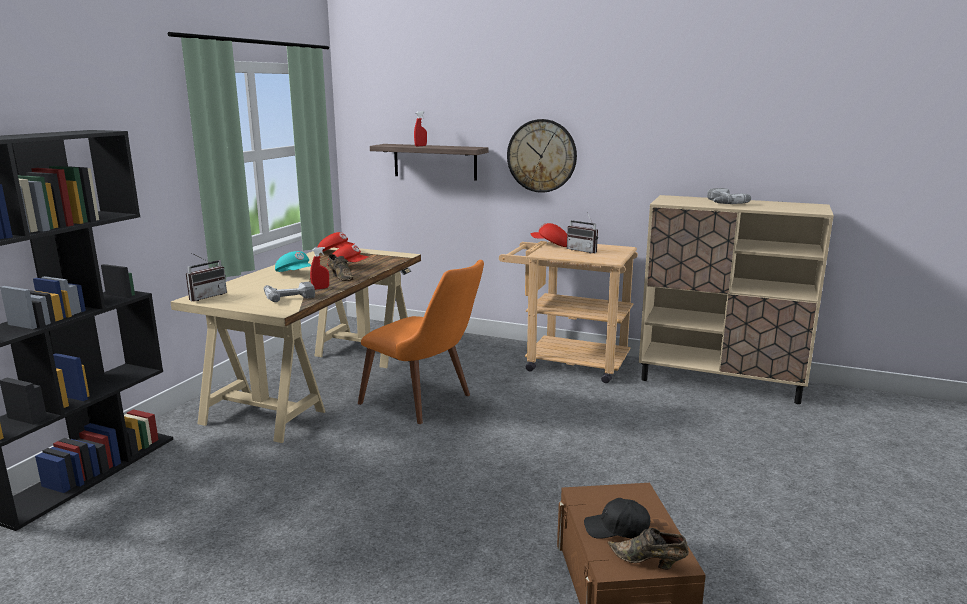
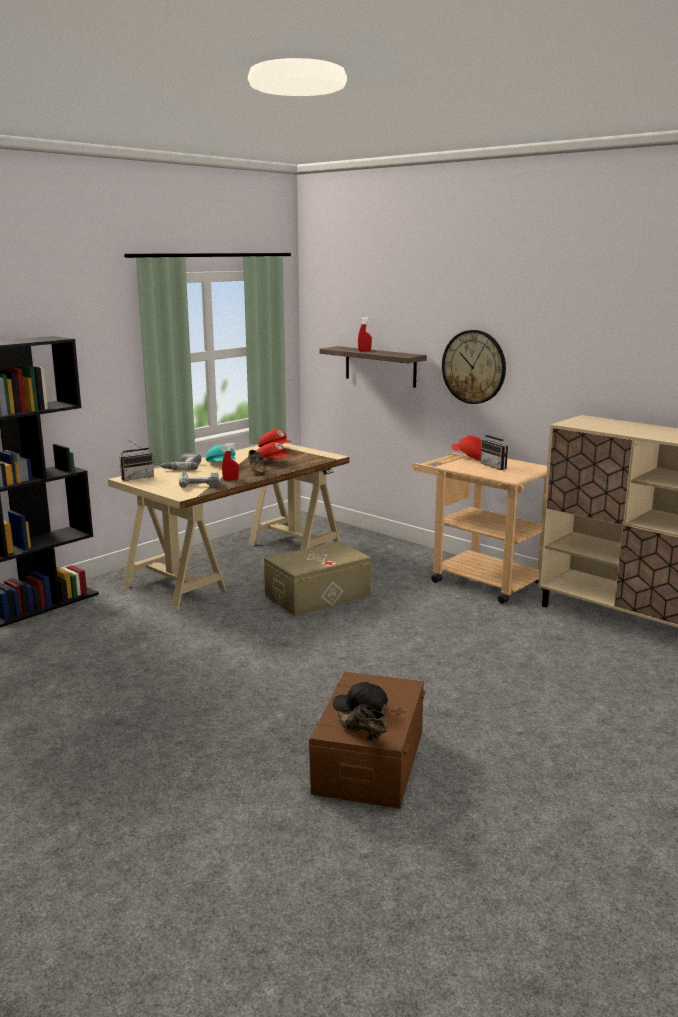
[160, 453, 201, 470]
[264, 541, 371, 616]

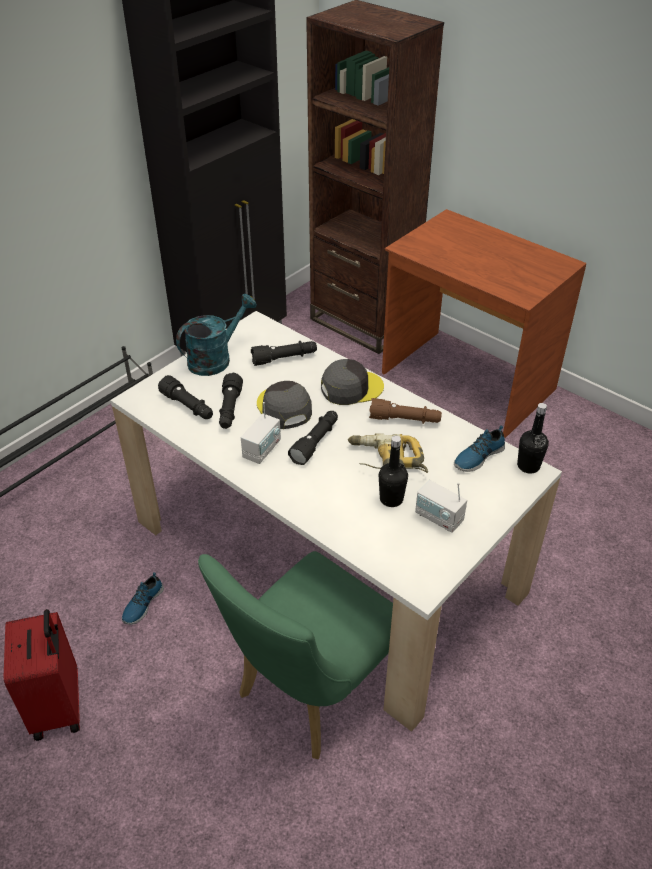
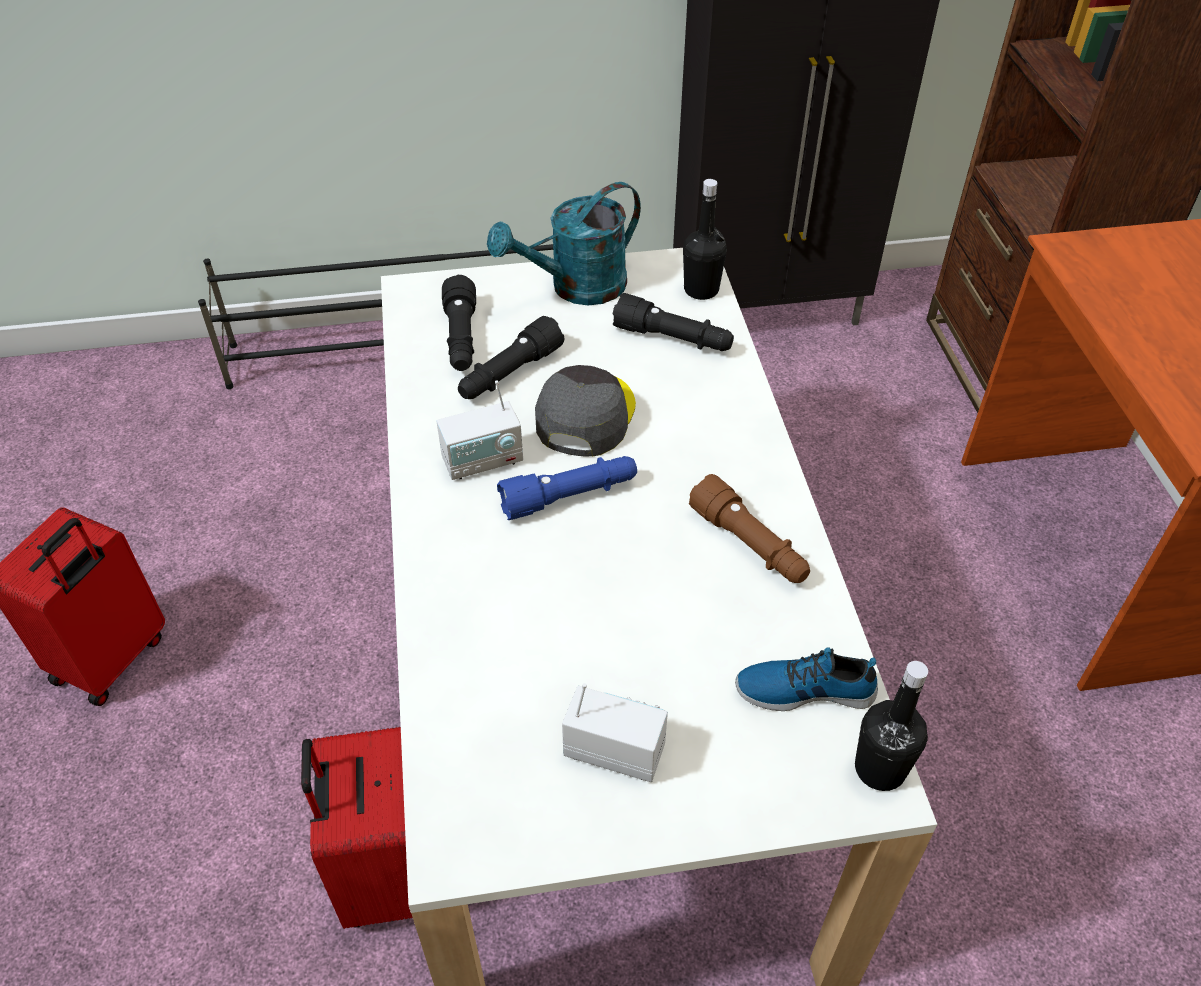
[122, 572, 164, 625] (first image)
[321, 359, 384, 405] (first image)
[348, 433, 428, 473] (first image)
[683, 179, 727, 300]
[301, 727, 412, 929]
[497, 456, 637, 520]
[487, 182, 641, 305]
[562, 683, 668, 782]

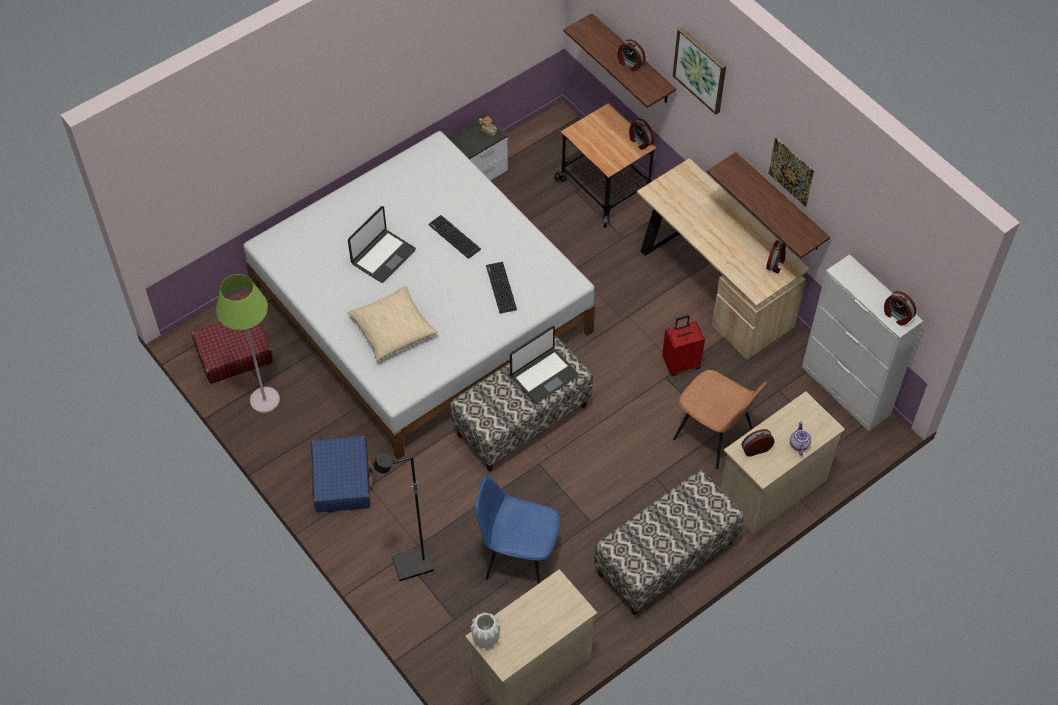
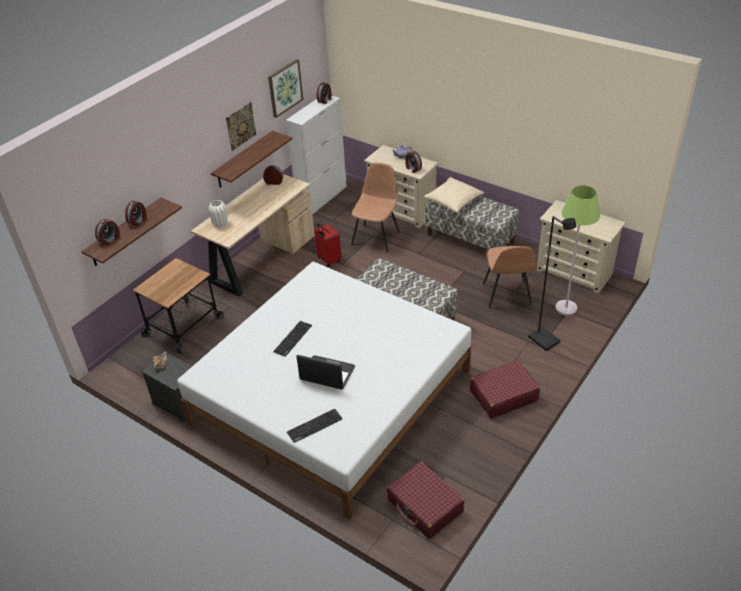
[510, 326, 579, 404] (first image)
[555, 185, 600, 316]
[423, 177, 484, 213]
[208, 200, 228, 227]
[287, 409, 343, 443]
[95, 219, 120, 246]
[268, 59, 303, 118]
[470, 360, 540, 418]
[483, 246, 535, 308]

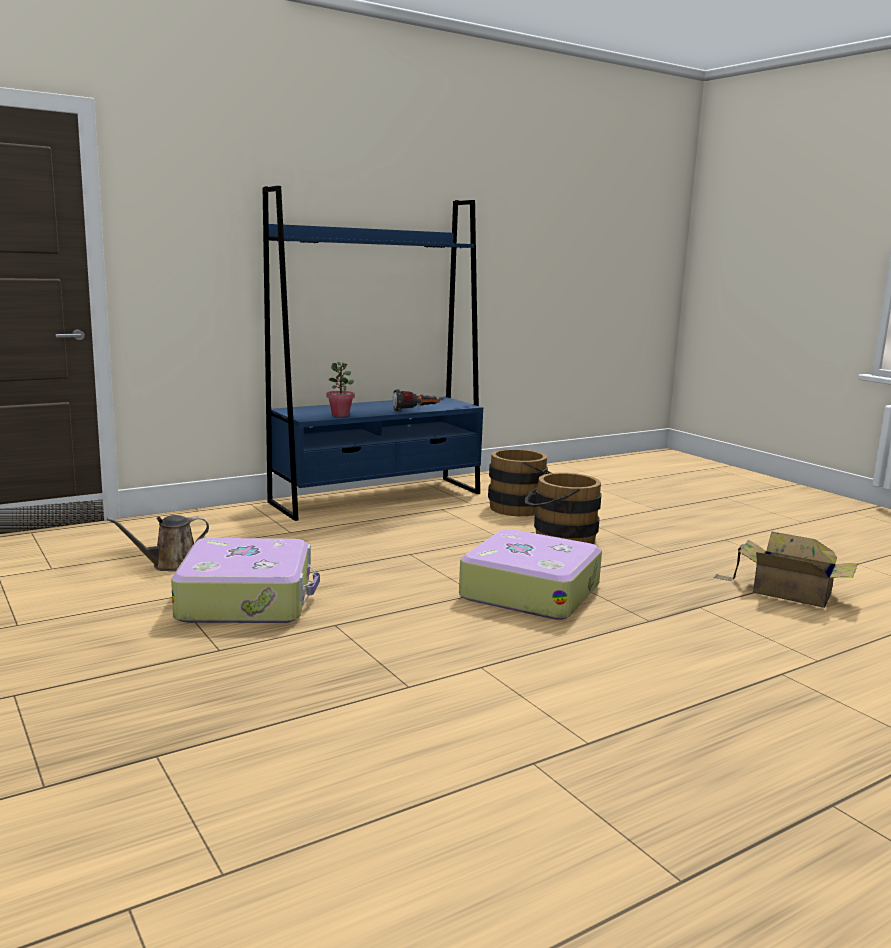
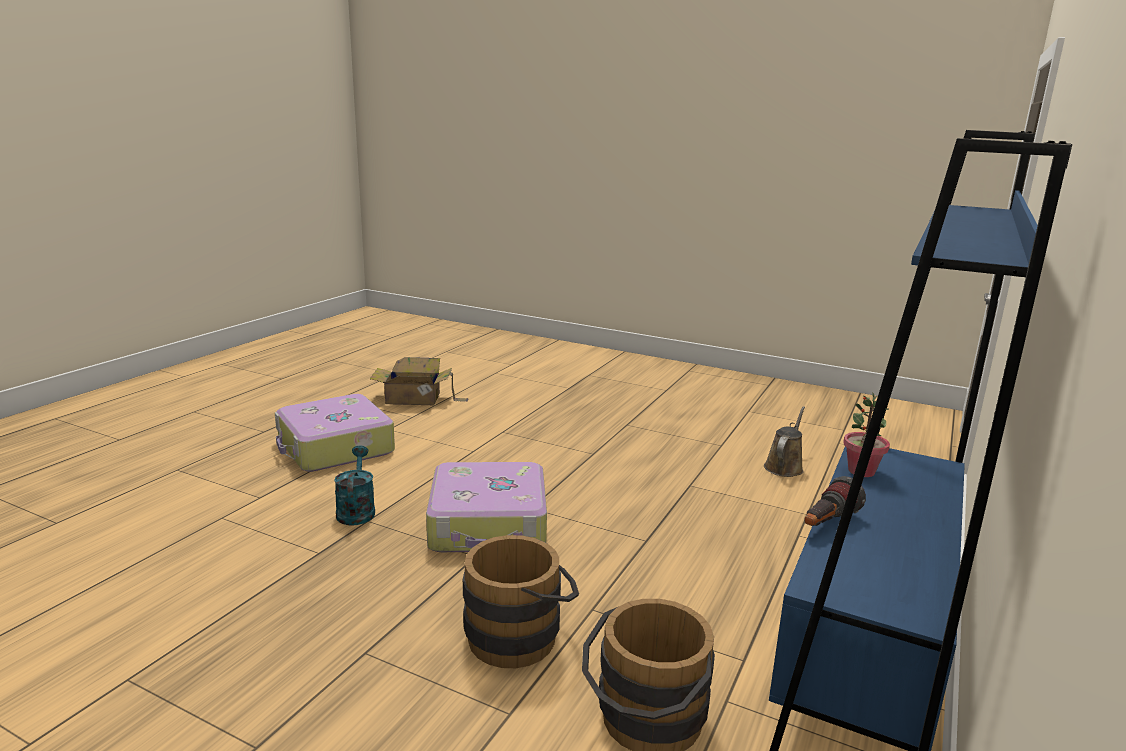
[334, 445, 375, 525]
[275, 394, 395, 472]
[370, 357, 469, 405]

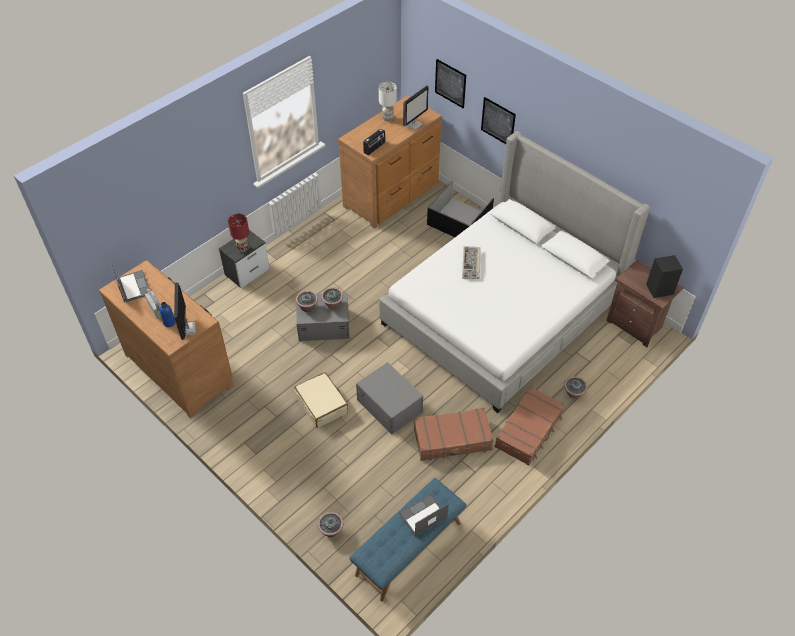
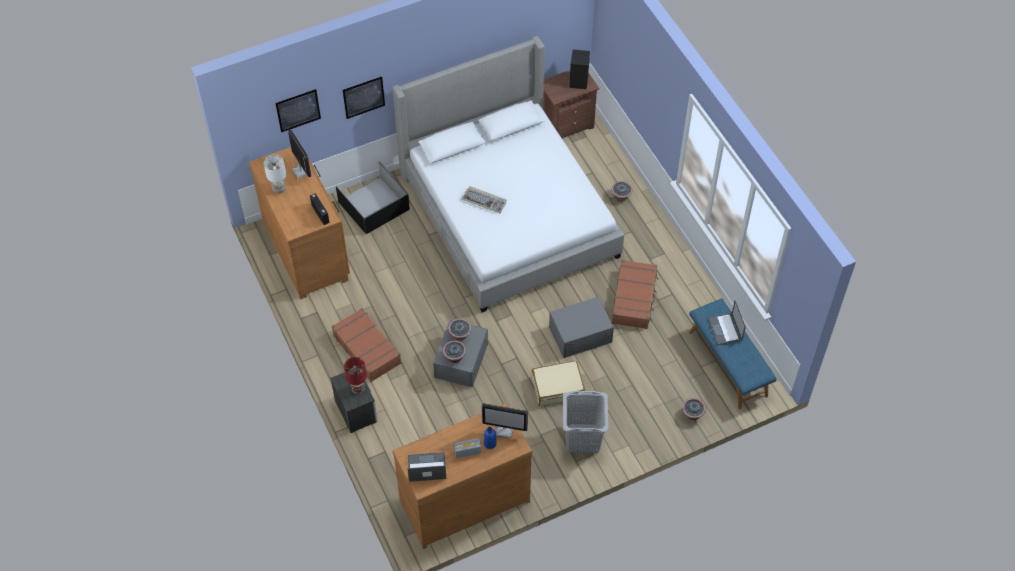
[563, 391, 608, 453]
[332, 308, 401, 382]

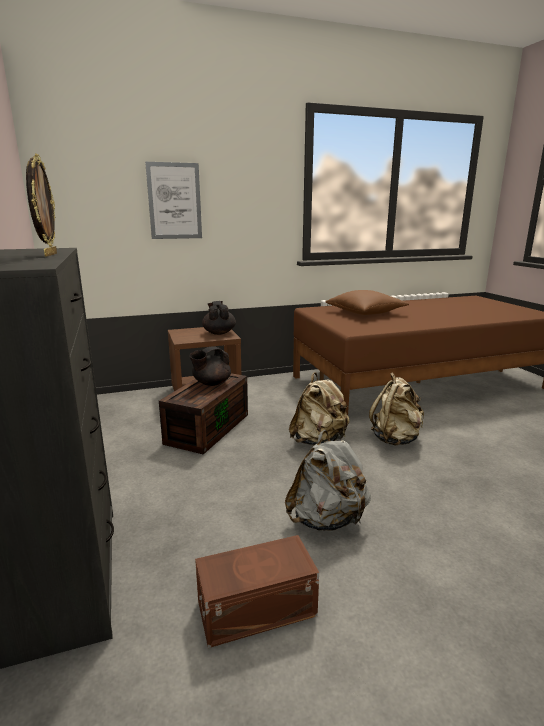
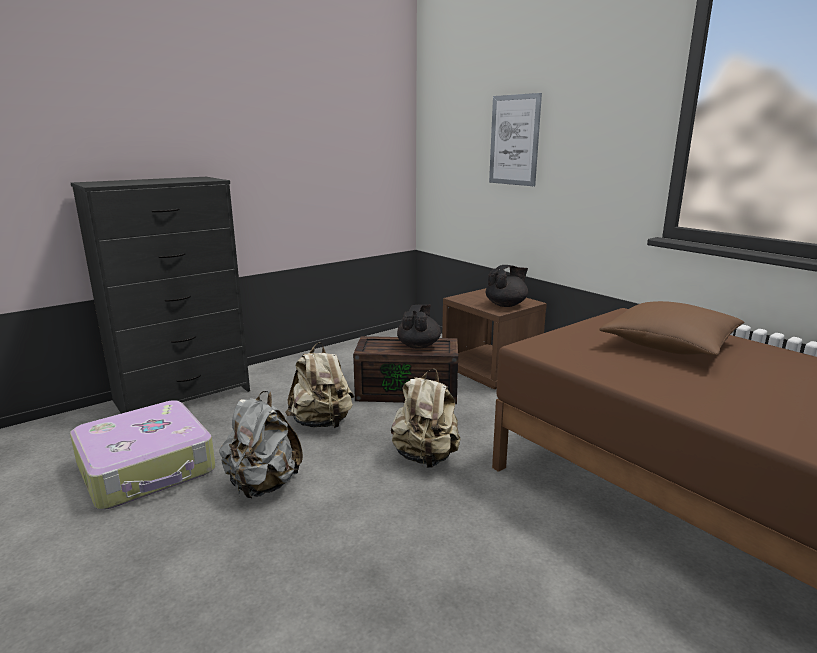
[26, 154, 57, 257] (first image)
[285, 342, 354, 428]
[70, 400, 216, 509]
[397, 304, 441, 349]

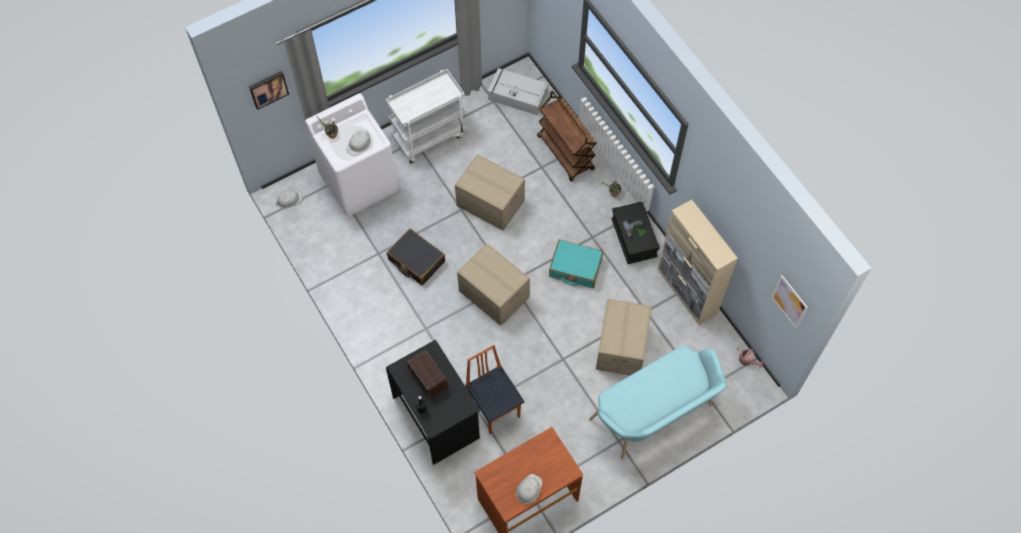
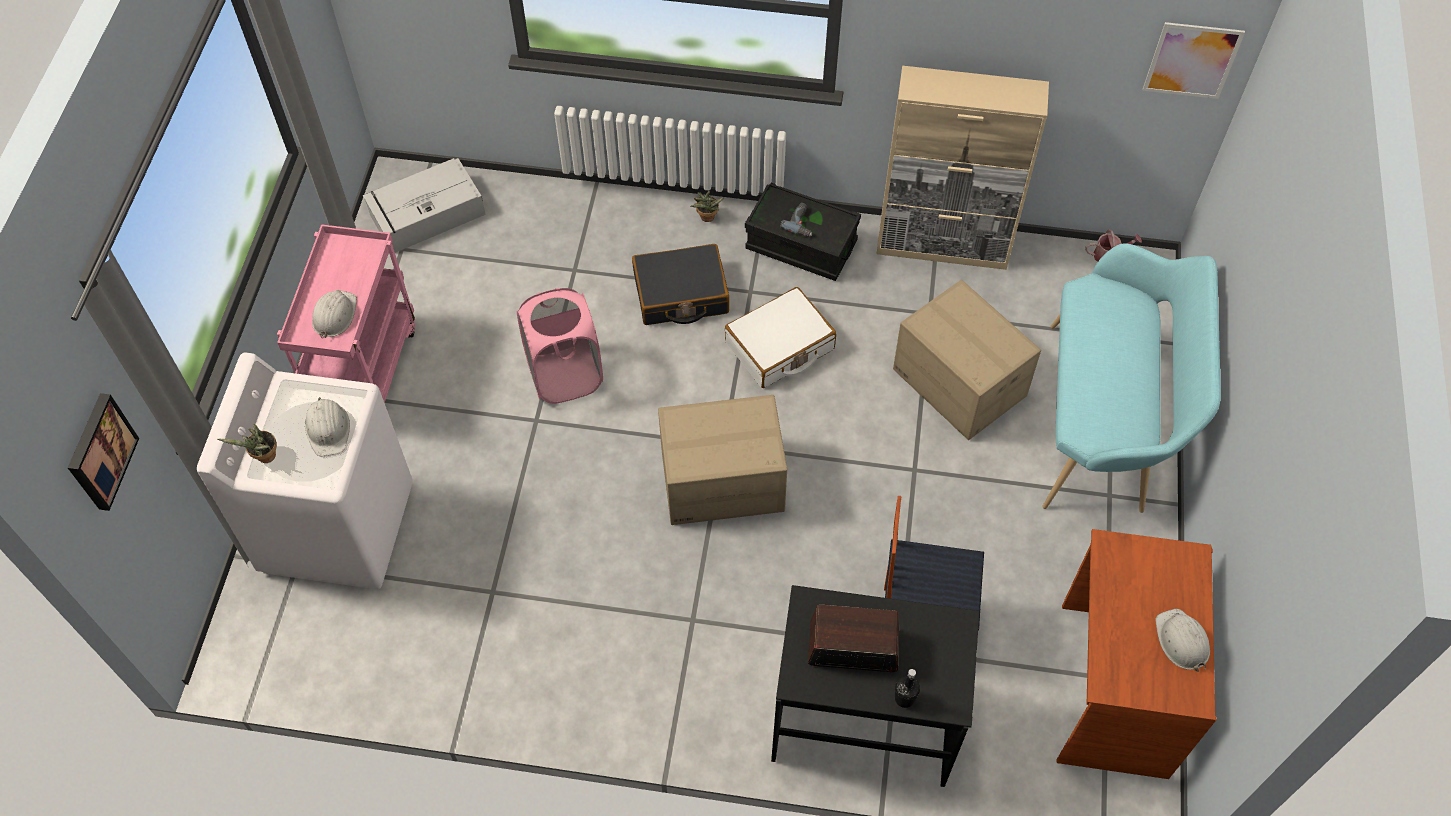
[537, 91, 597, 182] (first image)
[312, 290, 357, 339]
[632, 244, 729, 325]
[517, 288, 603, 404]
[277, 224, 415, 403]
[725, 287, 836, 388]

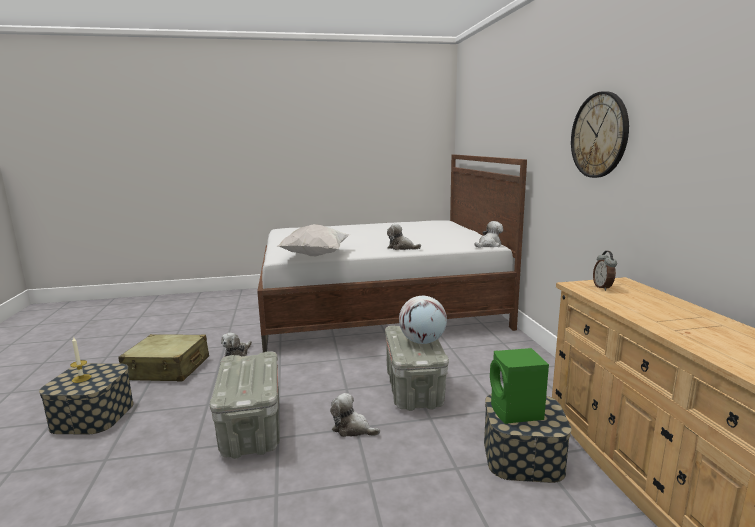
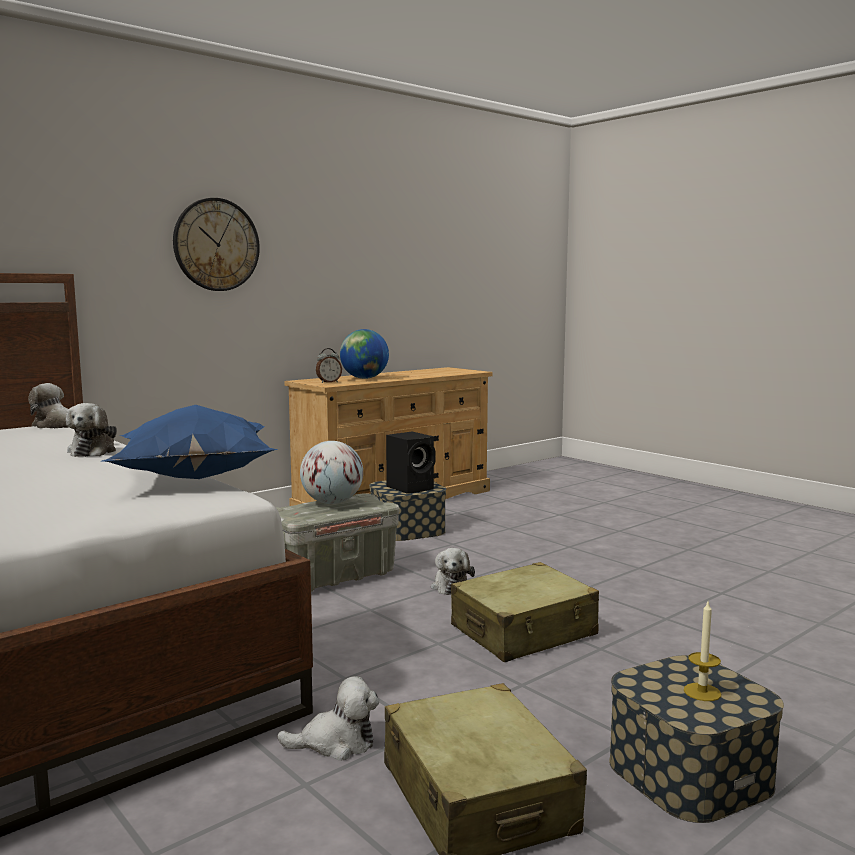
[340, 329, 389, 379]
[451, 562, 599, 662]
[101, 405, 278, 479]
[386, 432, 435, 494]

